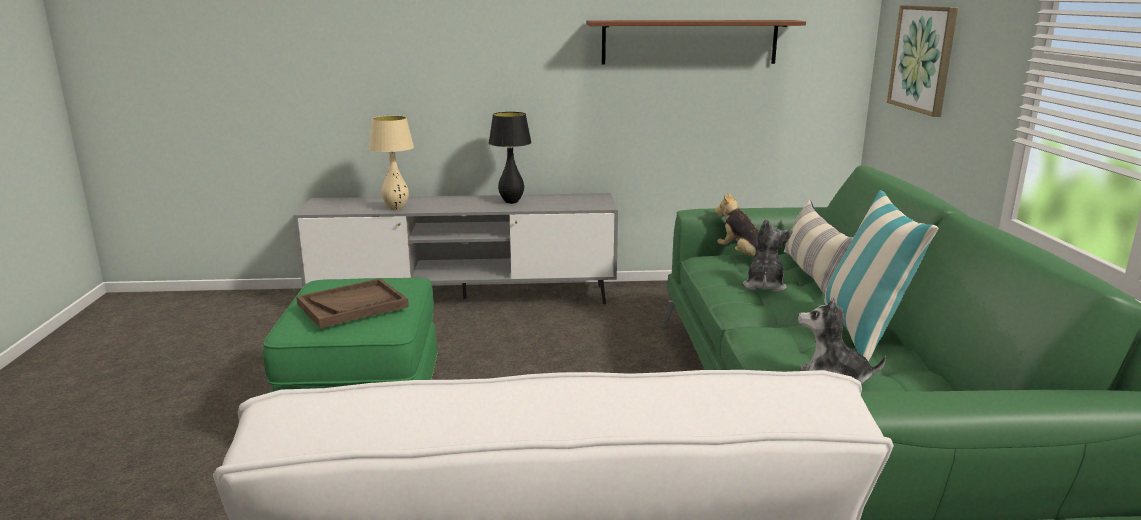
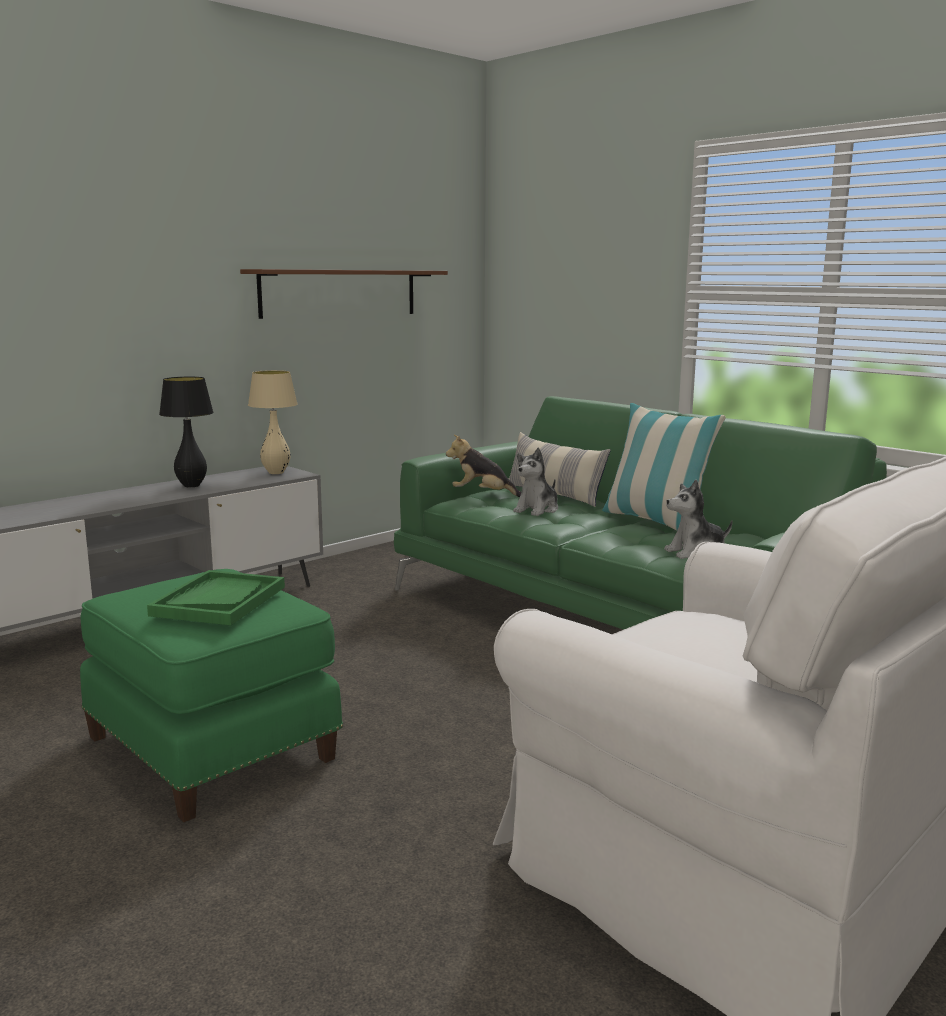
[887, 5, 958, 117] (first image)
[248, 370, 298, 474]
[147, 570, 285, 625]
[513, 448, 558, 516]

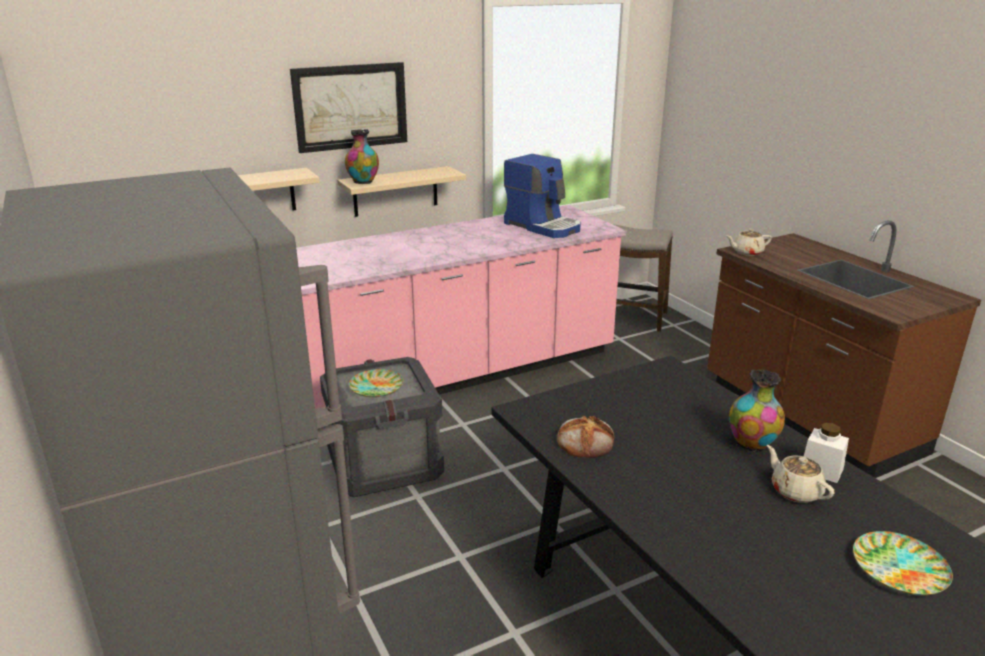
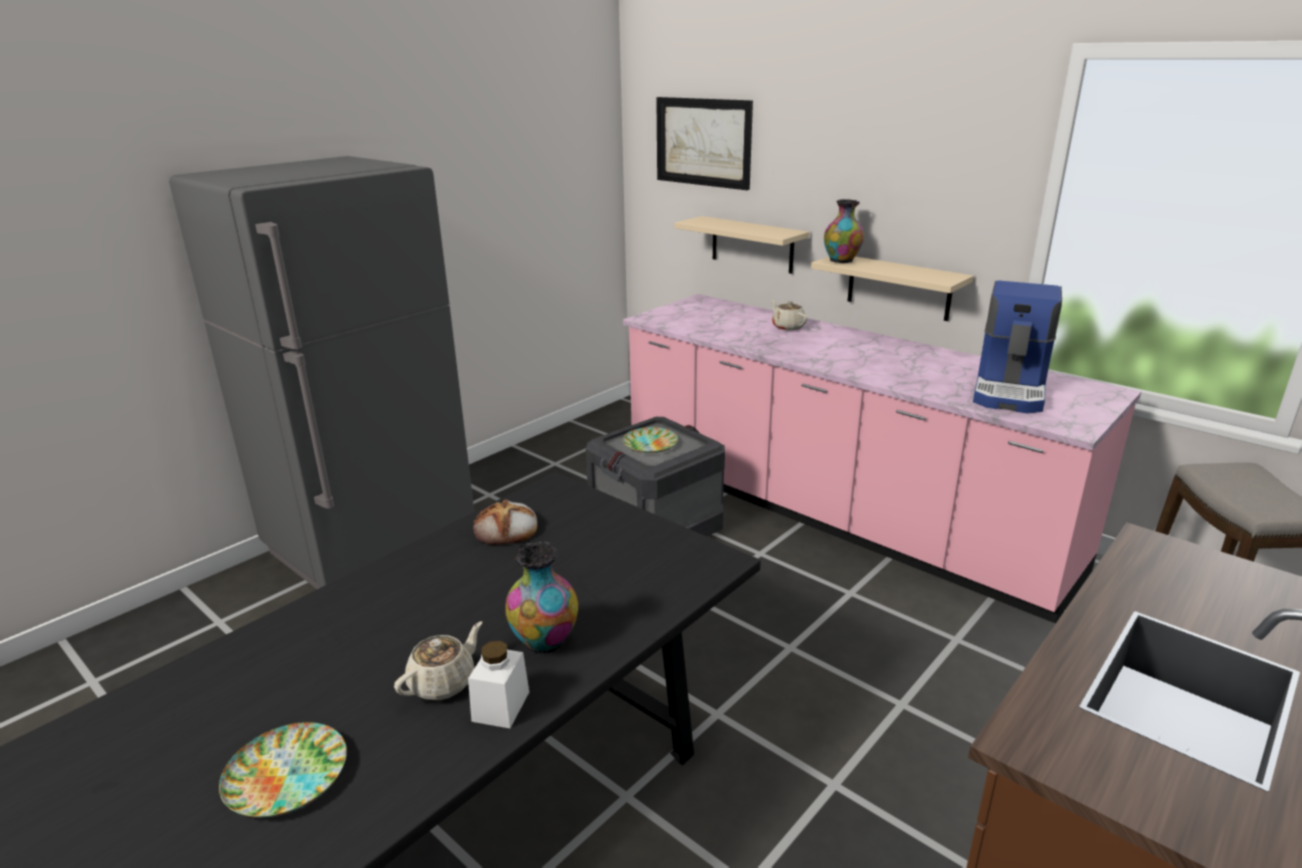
[656, 97, 753, 190]
[771, 300, 807, 330]

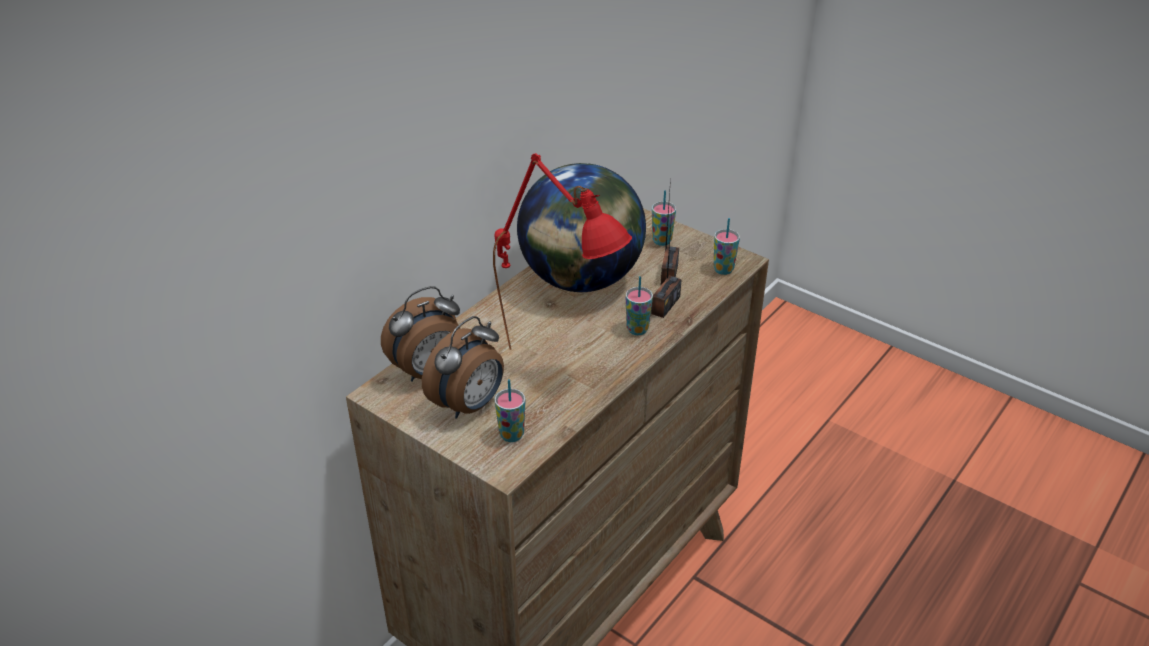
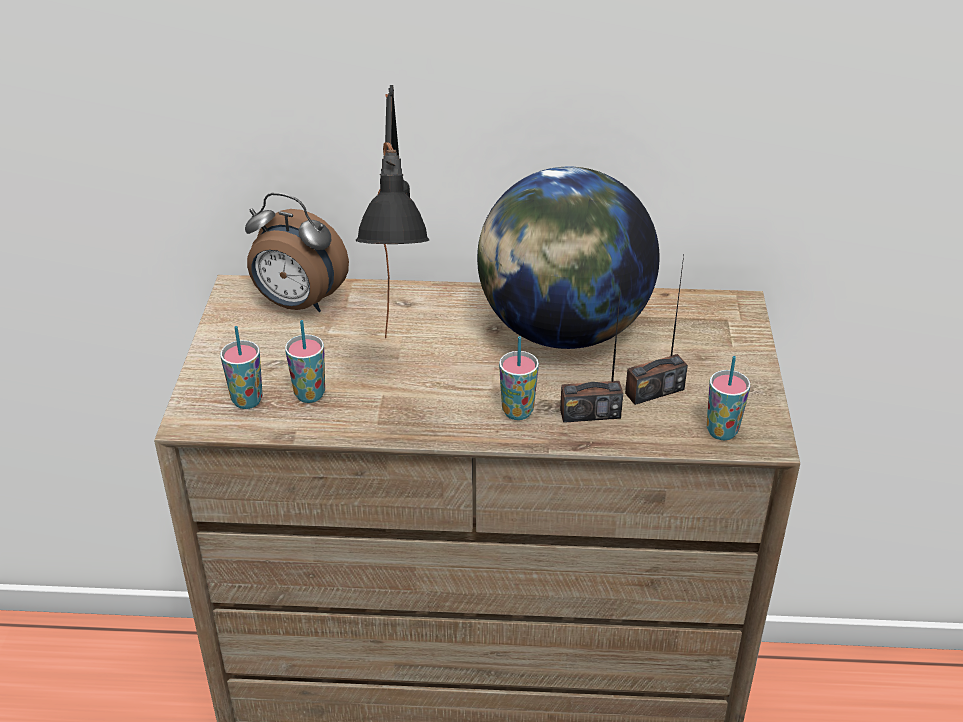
[422, 316, 504, 419] (first image)
[285, 320, 325, 403]
[356, 85, 429, 338]

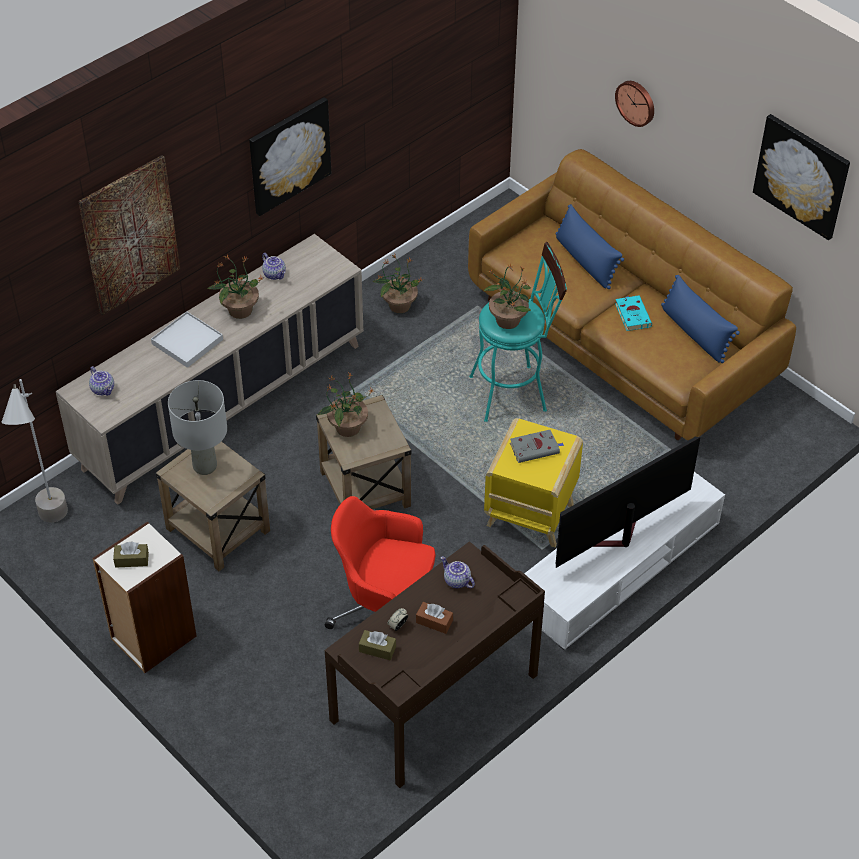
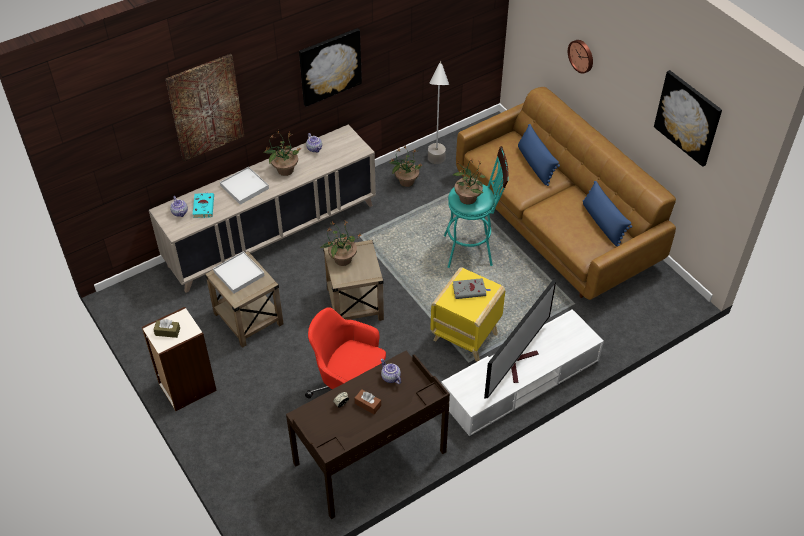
[359, 630, 396, 660] (first image)
[428, 61, 449, 164]
[193, 193, 214, 218]
[213, 251, 264, 293]
[484, 279, 556, 399]

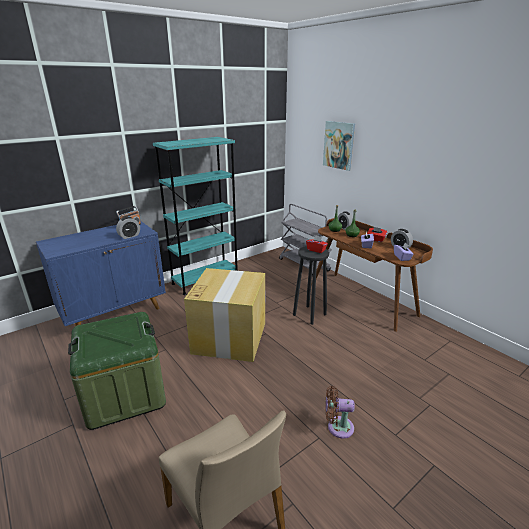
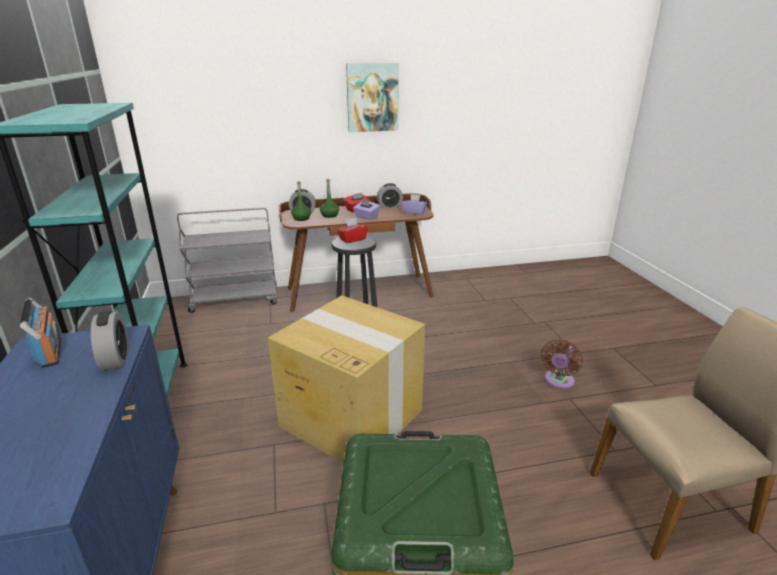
[346, 63, 399, 132]

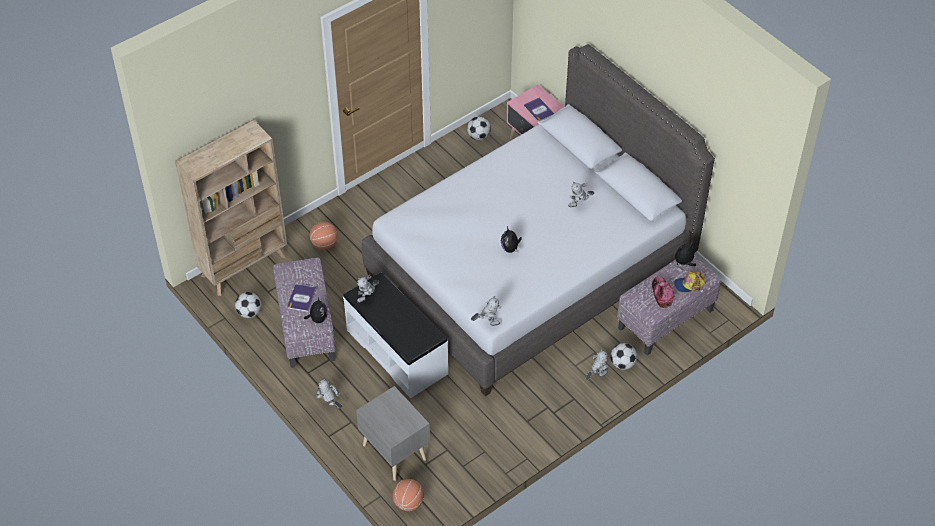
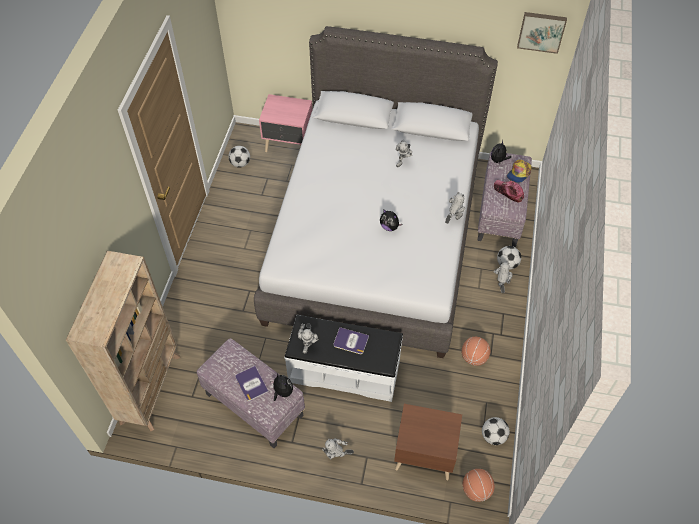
[517, 12, 567, 54]
[482, 417, 510, 445]
[462, 337, 490, 366]
[445, 192, 465, 224]
[334, 327, 369, 354]
[394, 404, 462, 480]

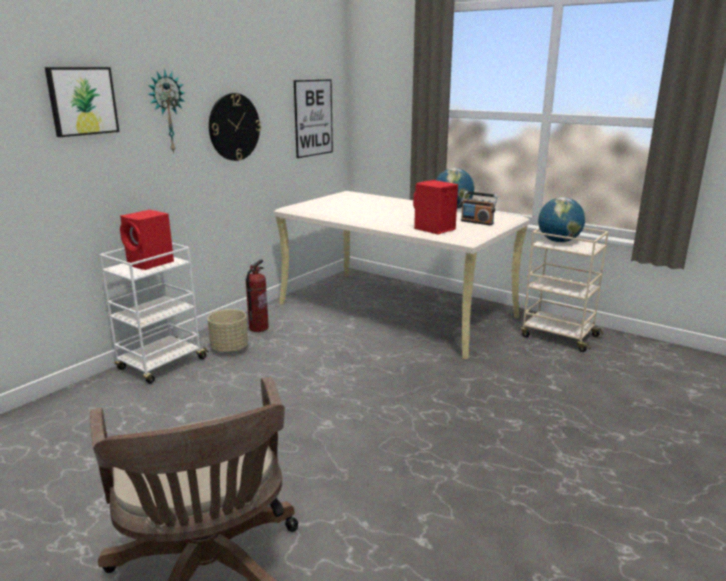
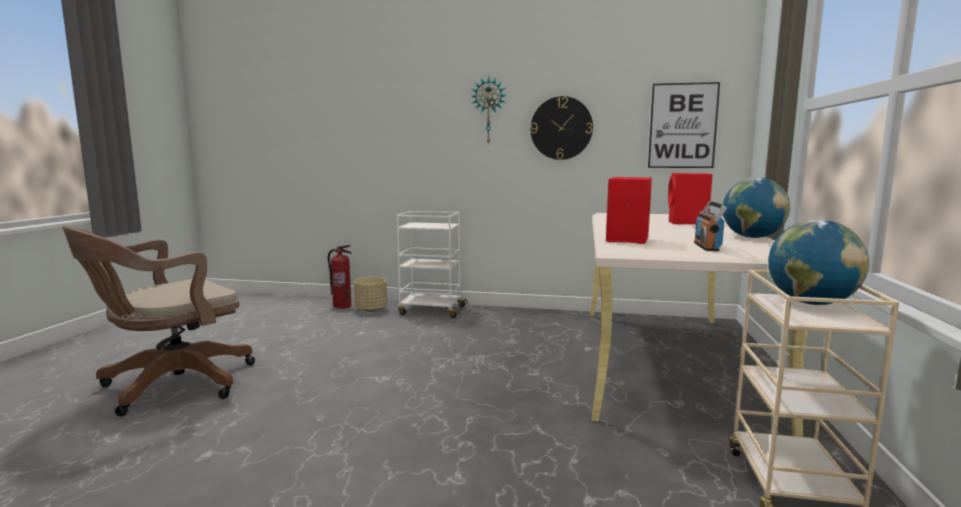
[45, 67, 119, 137] (first image)
[668, 173, 713, 224]
[354, 277, 387, 312]
[328, 245, 352, 309]

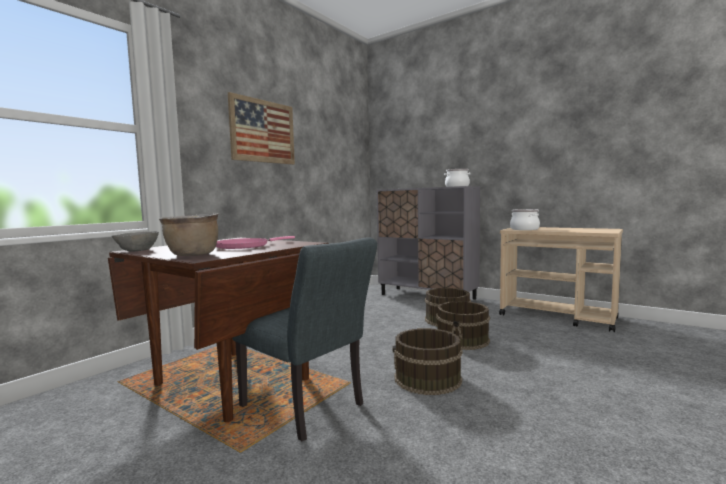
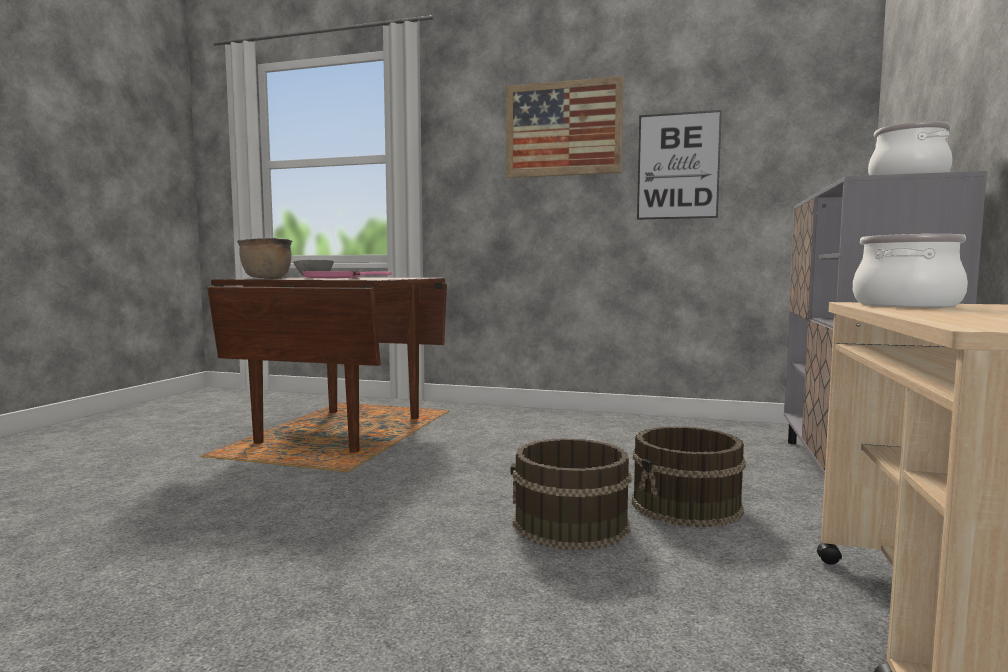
[232, 237, 377, 441] (first image)
[392, 328, 462, 395] (first image)
[637, 110, 722, 220]

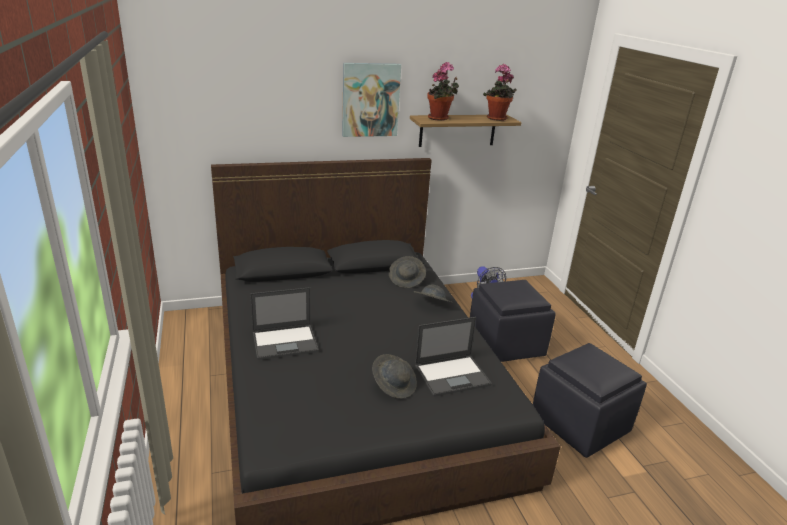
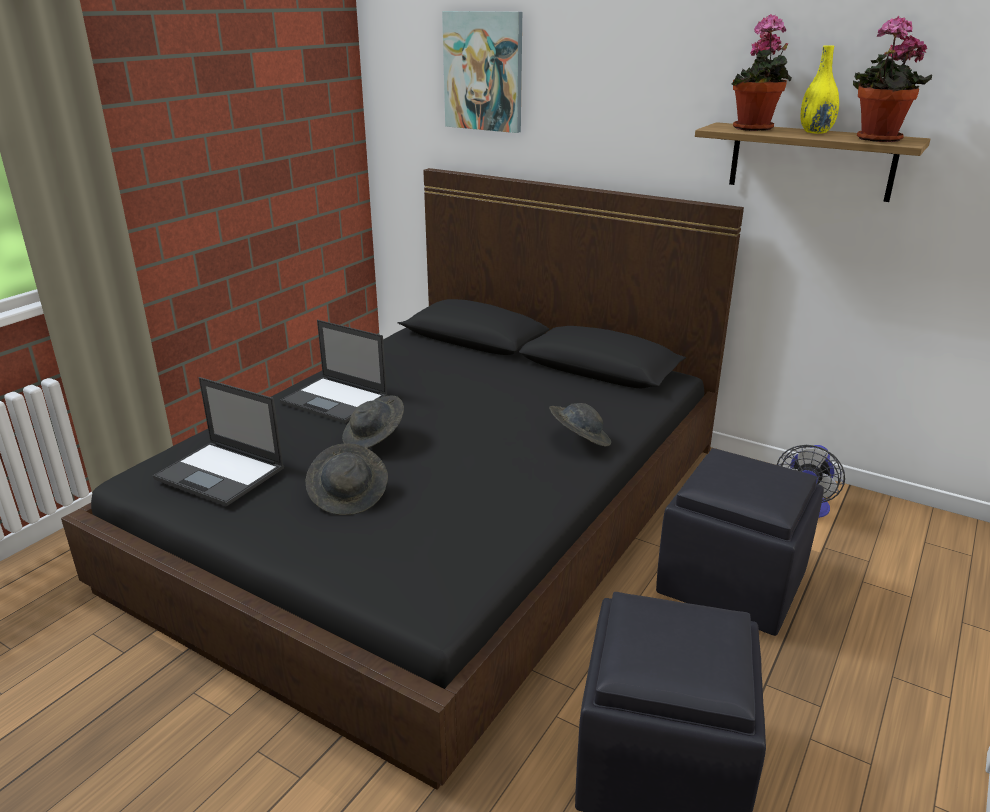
[800, 45, 839, 134]
[442, 11, 522, 133]
[342, 396, 404, 448]
[153, 377, 284, 507]

